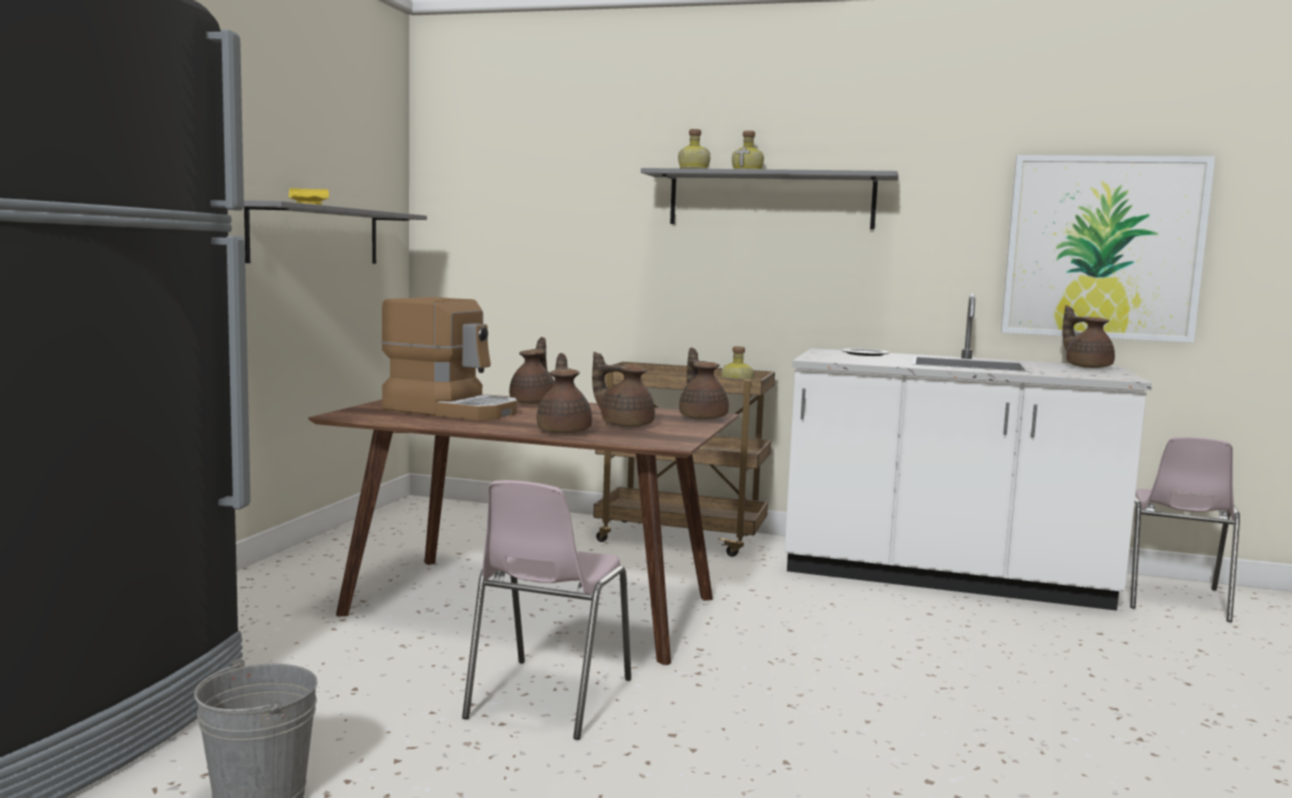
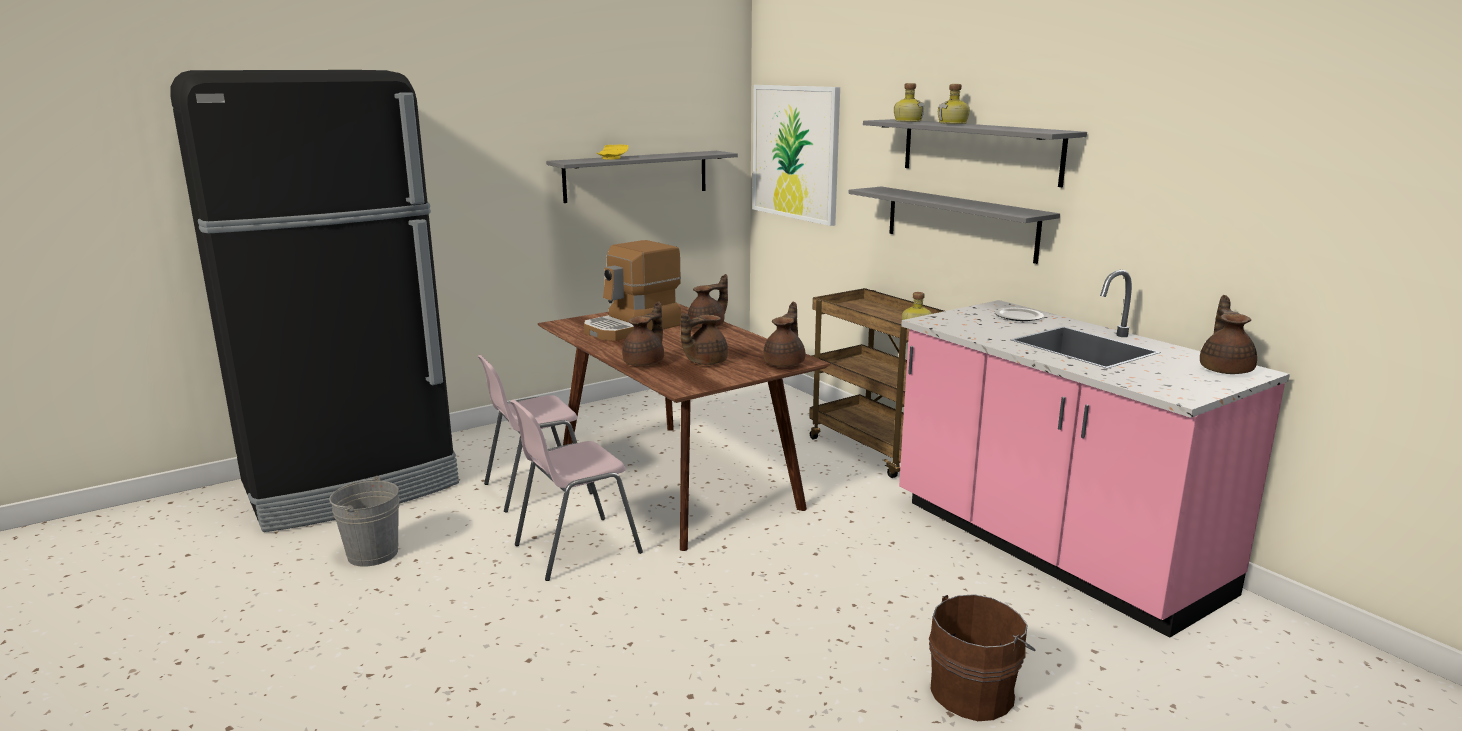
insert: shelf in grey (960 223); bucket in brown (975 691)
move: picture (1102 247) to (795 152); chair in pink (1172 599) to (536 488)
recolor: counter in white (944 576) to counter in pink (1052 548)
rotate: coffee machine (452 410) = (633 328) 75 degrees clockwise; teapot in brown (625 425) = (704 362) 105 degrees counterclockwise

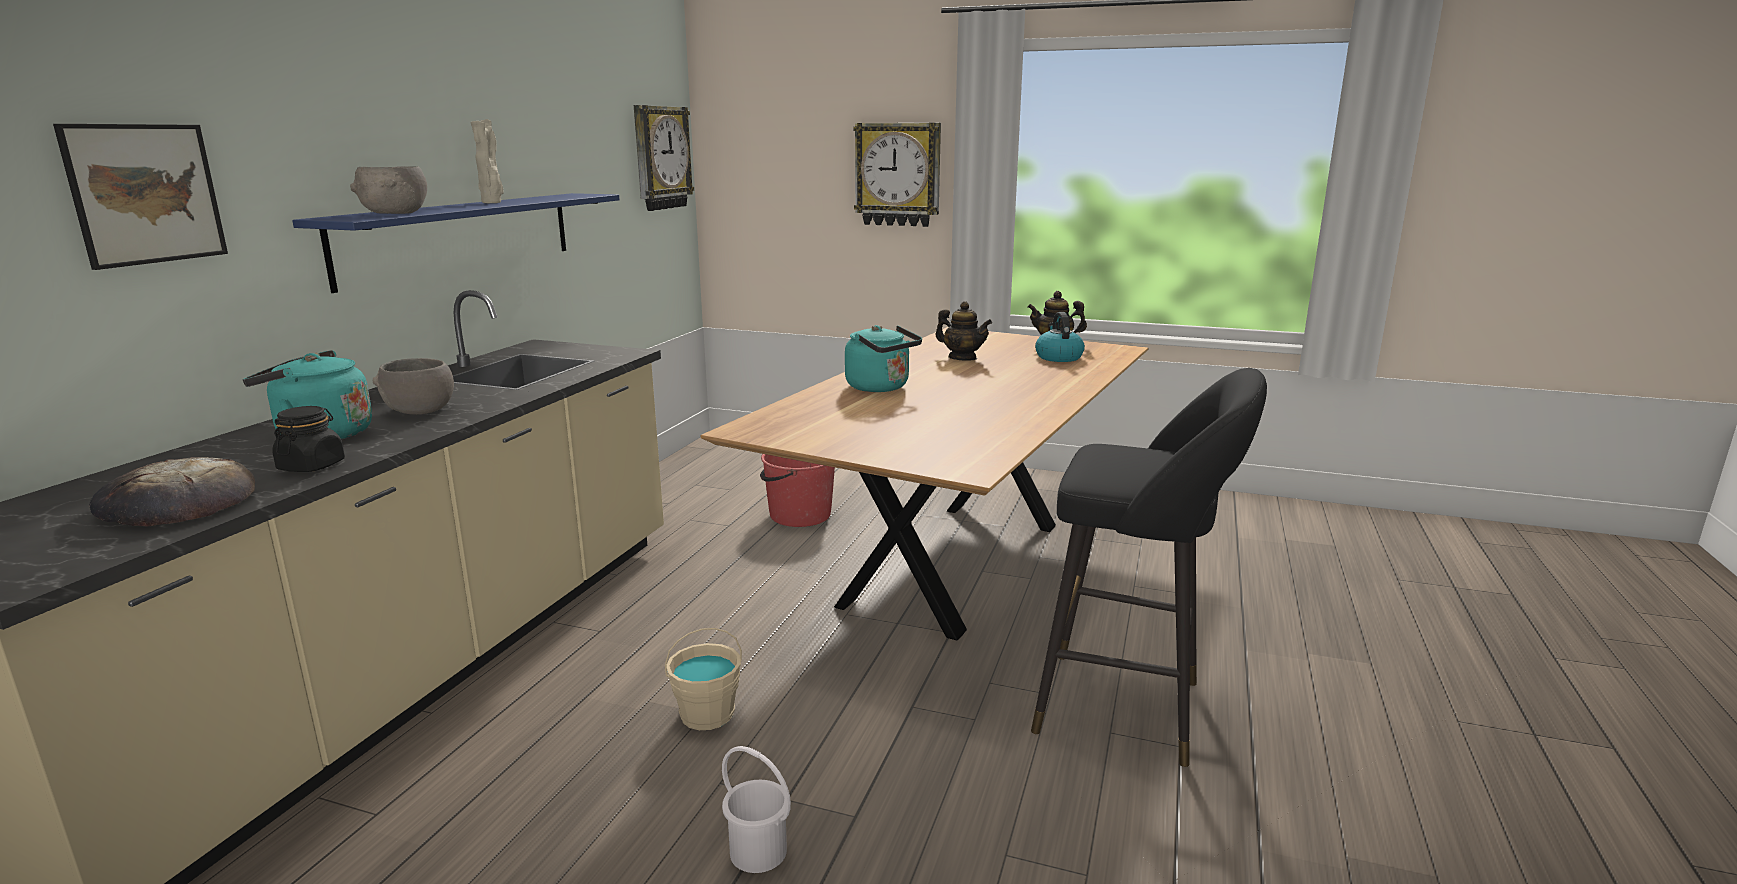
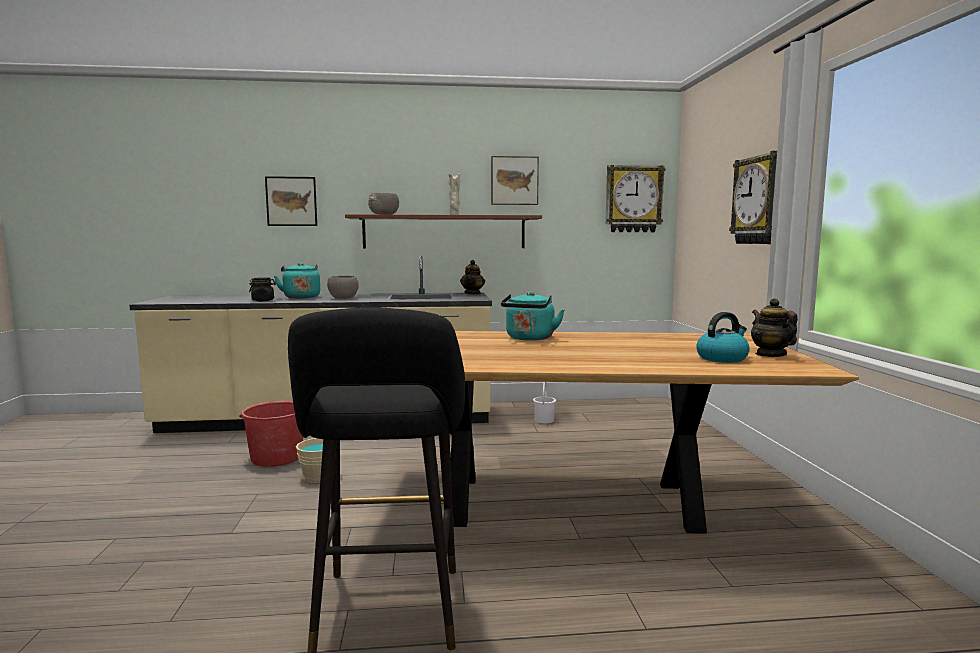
delete: bread (178 503)
insert: picture (514 181)
move: bucket in white (758 852) to (543 420); bucket in red (799 515) to (276 457); teapot (962 358) to (473 293)
recolor: shelf in blue (461 236) to shelf in brown (444 232)

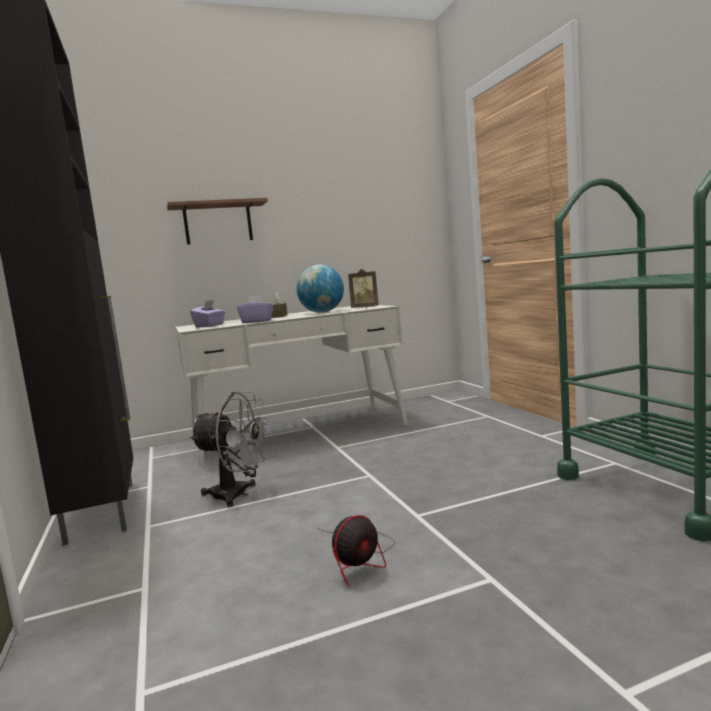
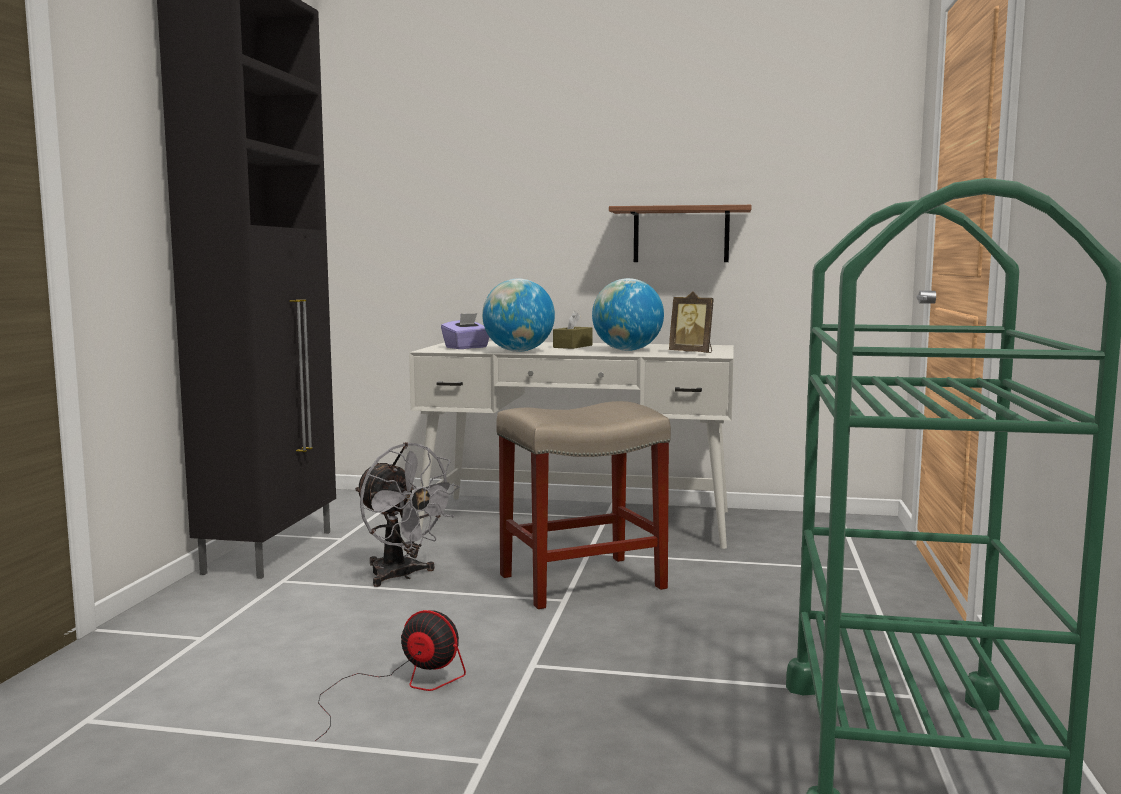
insert: stool in beige (580 582)
move: shelf (218 223) to (681 235)
replace: tissue box in purple (257 321) to globe (518 351)
rotate: fan (359 559) = (399 687) 150 degrees counterclockwise

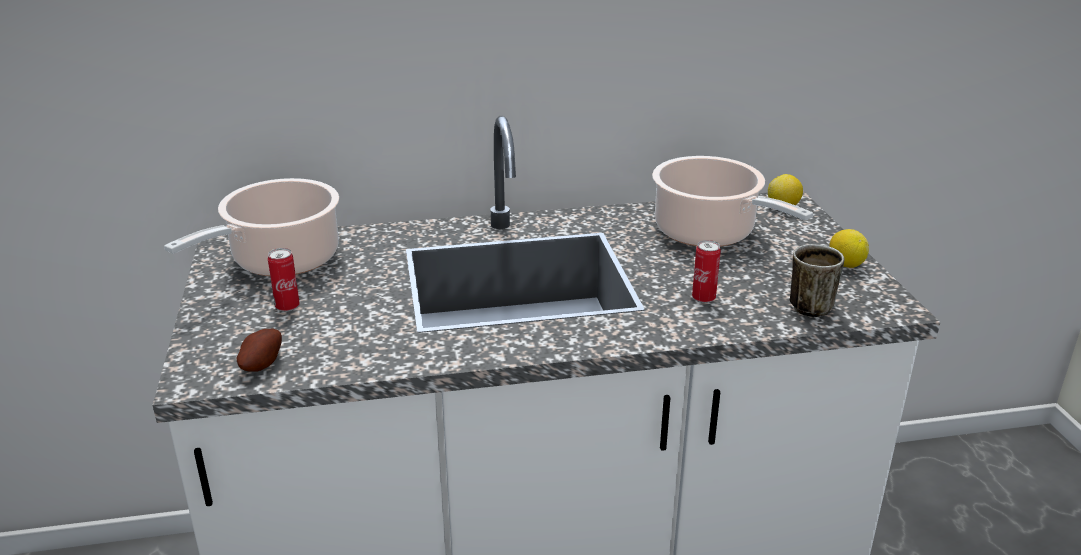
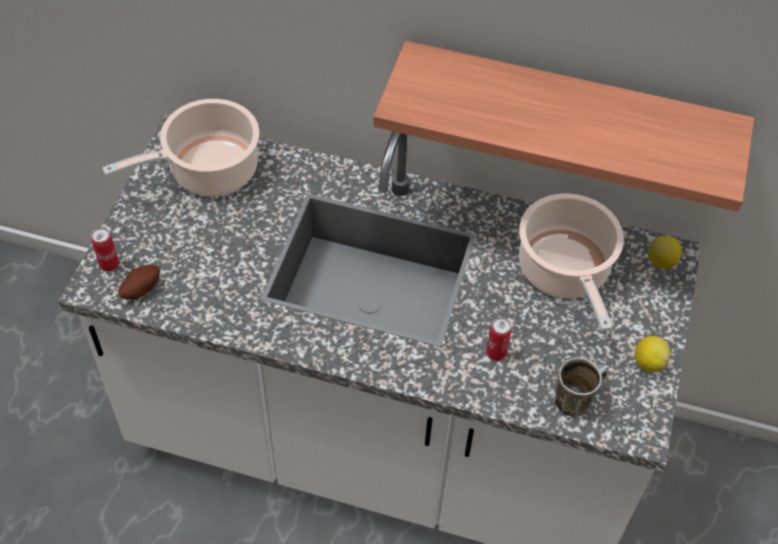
insert: shelf (567 114)
move: can (287 307) to (109 265)

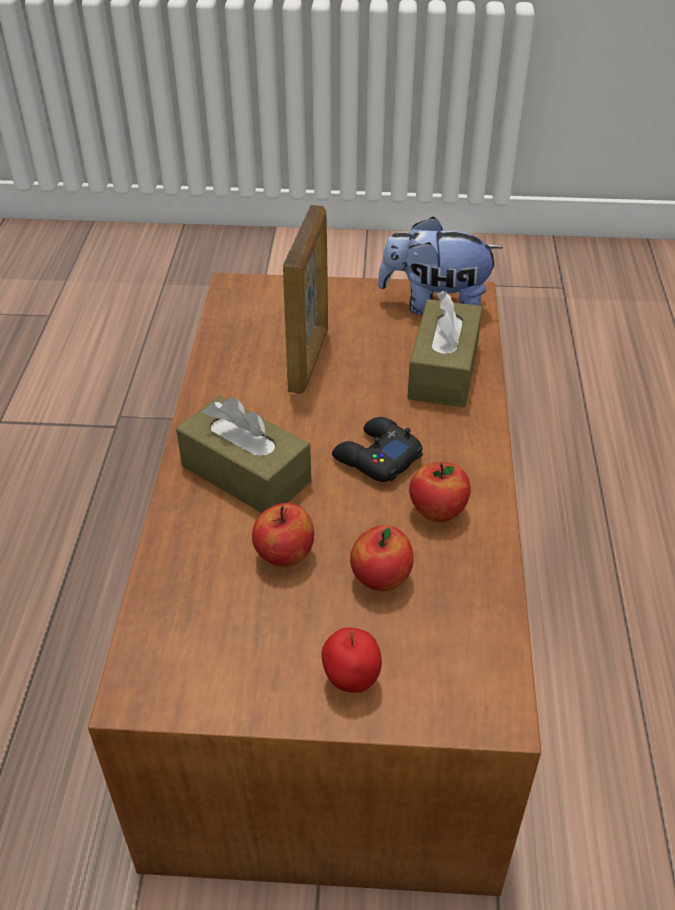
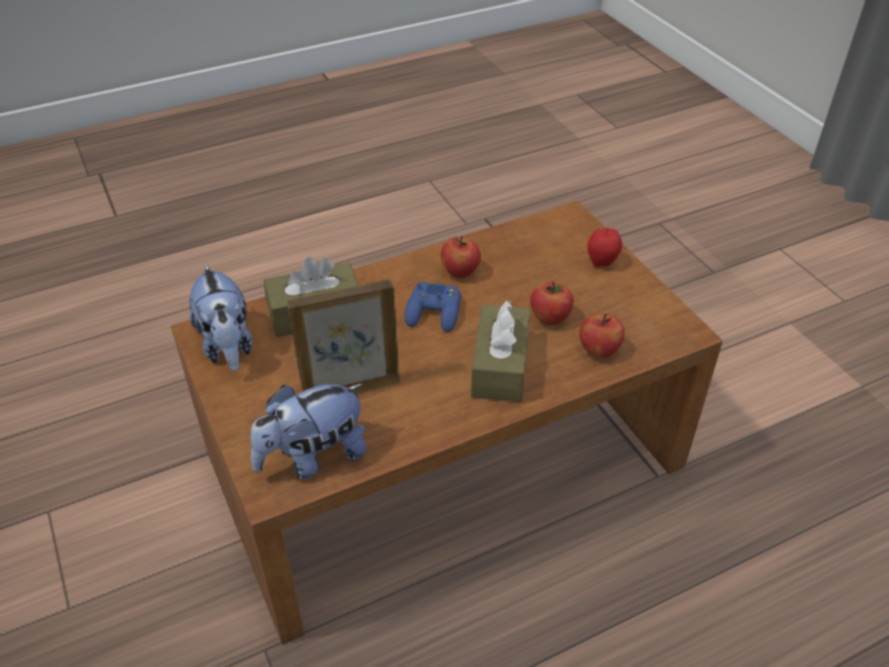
insert: plush toy (313 457)
move: apple (380 579) to (598 351)
recolor: game controller in black (376 457) to game controller in blue (434 313)

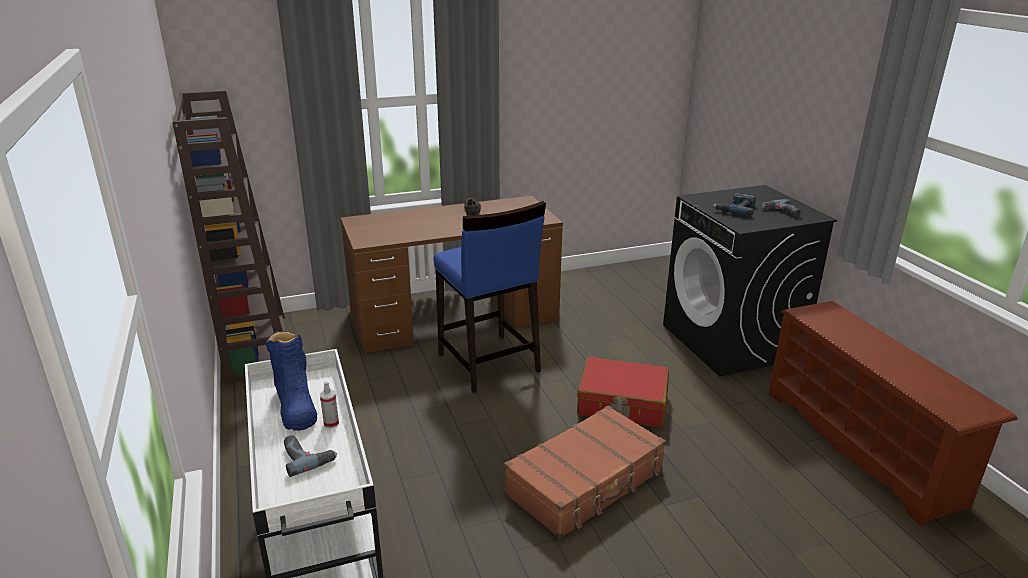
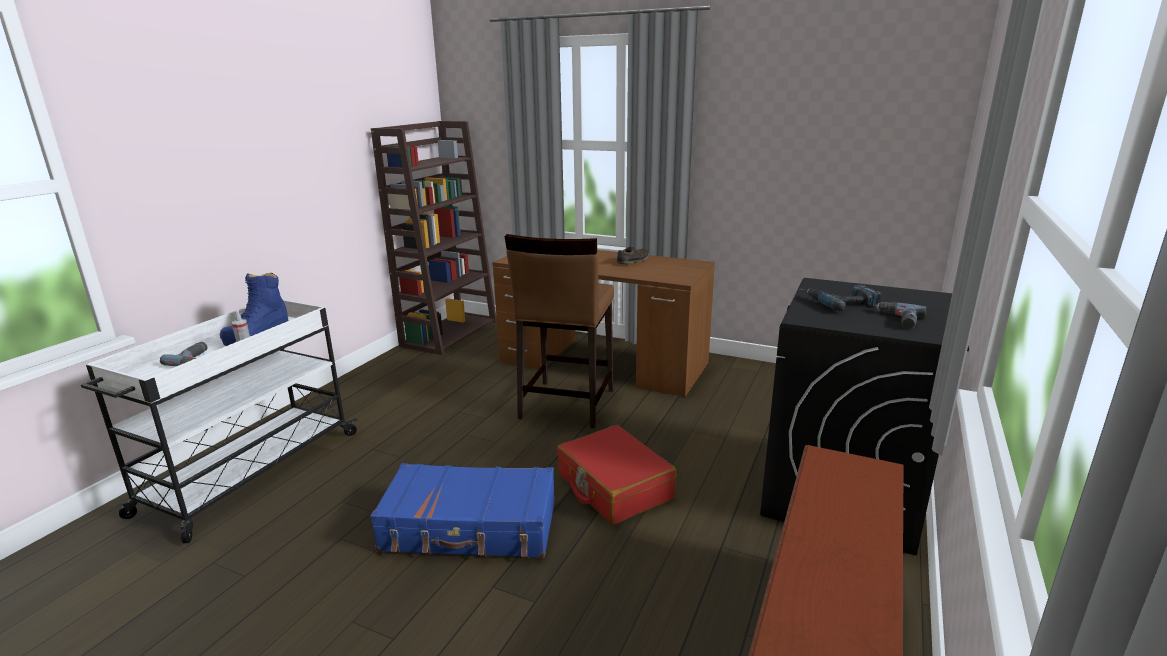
recolor: stool in blue (488 363) to stool in brown (566 404); suitcase in brown (586 482) to suitcase in blue (470 527)

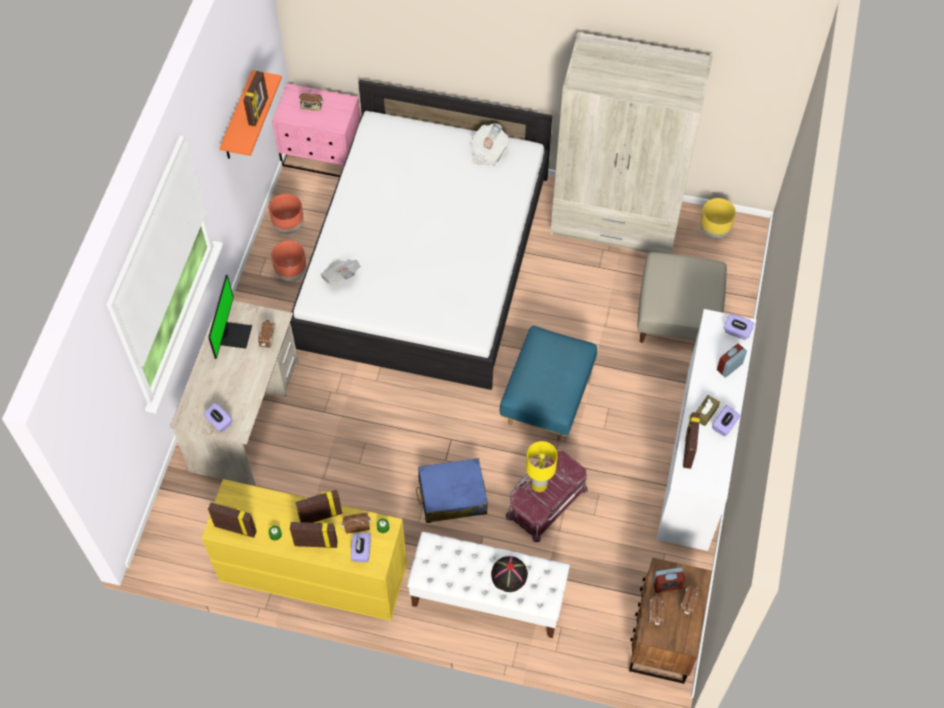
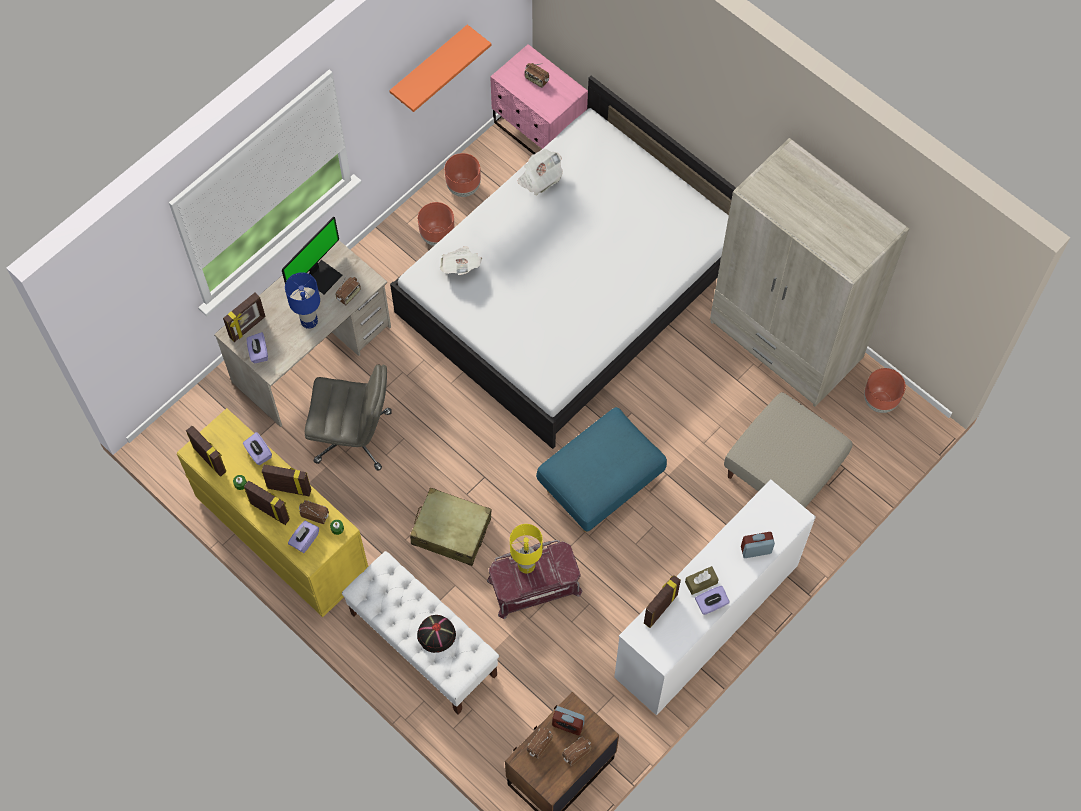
insert: table lamp in blue (308 321); office chair in grey (354 436)
move: picture frame (259 112) to (248 327); newspaper (487 152) to (540 178); tissue box in purple (737 332) to (258 453)
recolor: suitcase in blue (452 496) to suitcase in beige (451 531); planter in yellow (714 230) to planter in brown (880 401)

